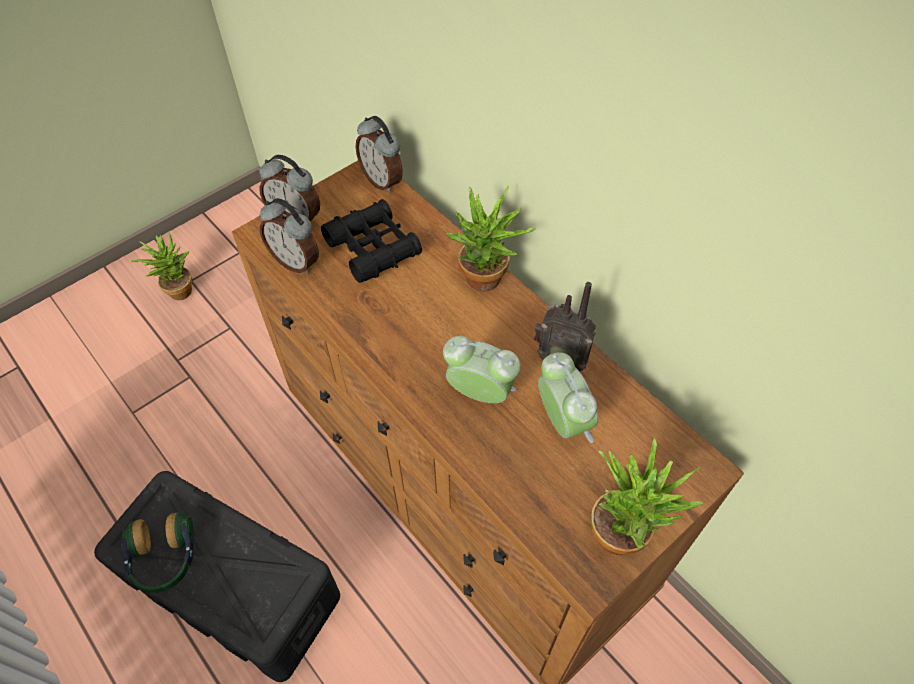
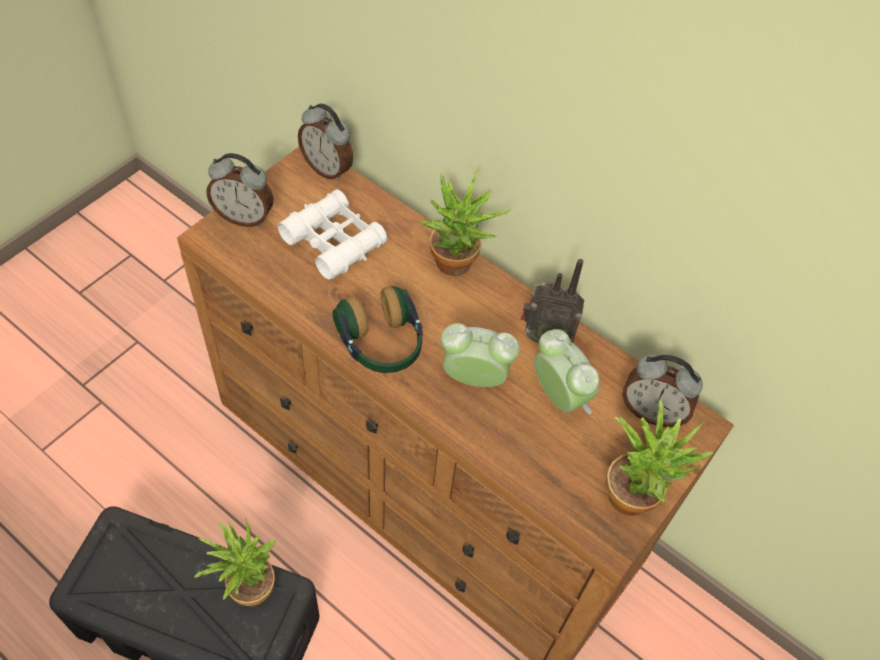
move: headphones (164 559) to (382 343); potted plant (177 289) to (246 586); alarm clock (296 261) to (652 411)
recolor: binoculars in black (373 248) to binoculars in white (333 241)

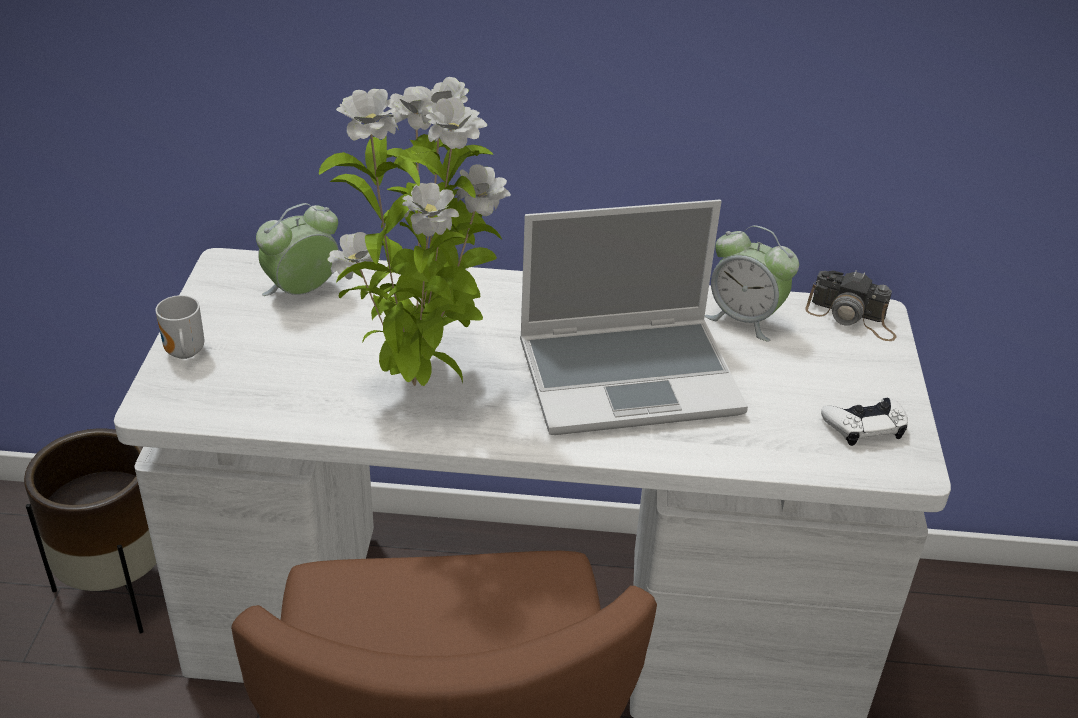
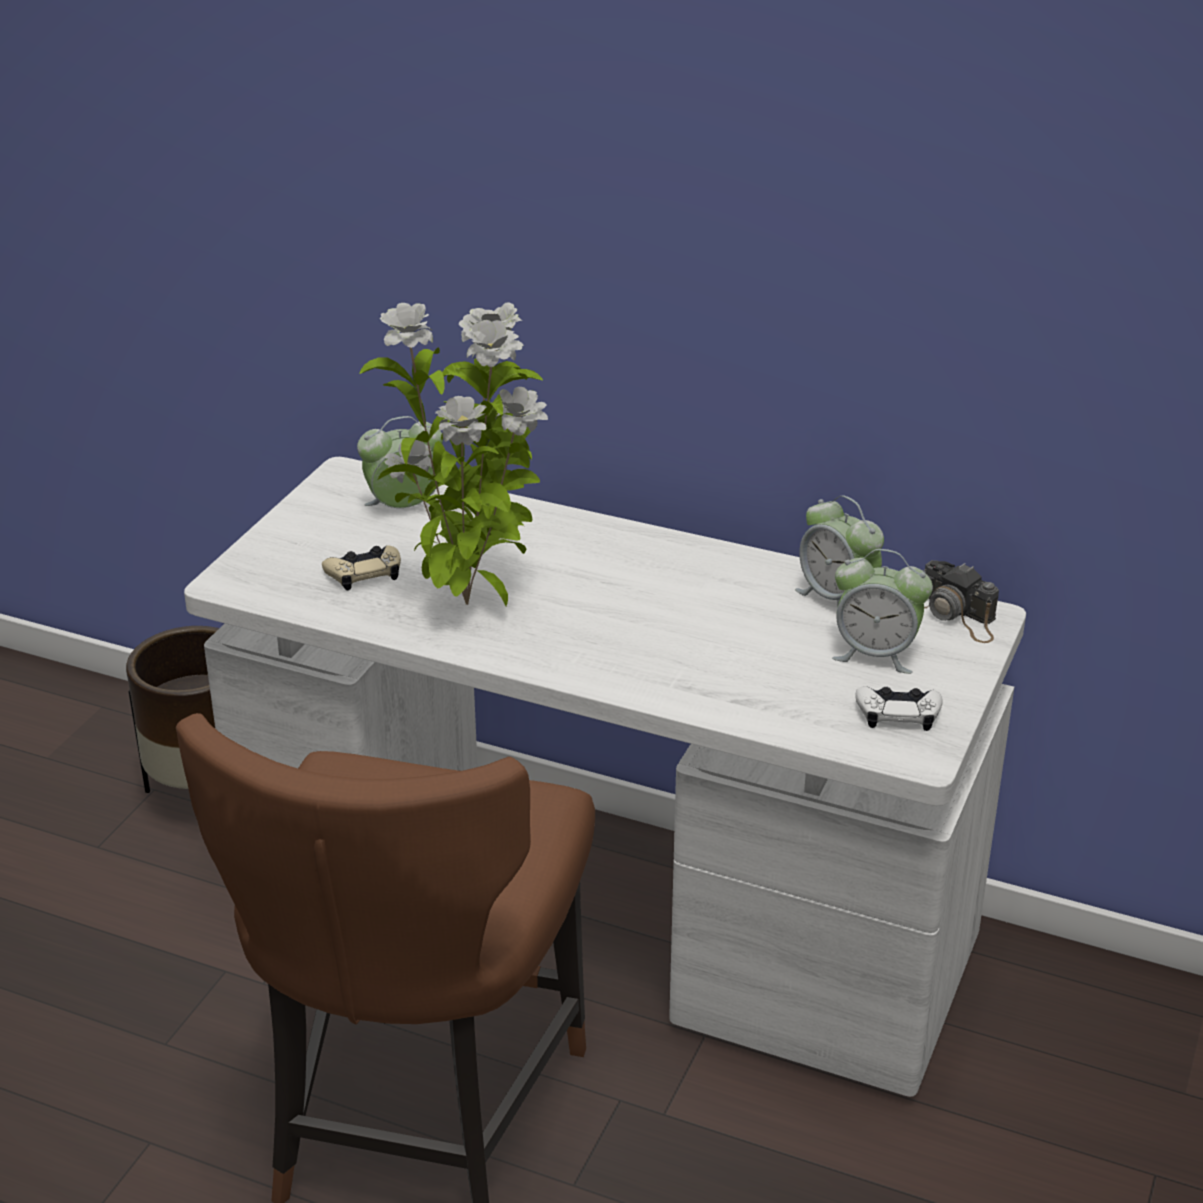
delete: mug (183 354); laptop (631 376)
insert: game controller in beige (364 573); alarm clock (876 654)

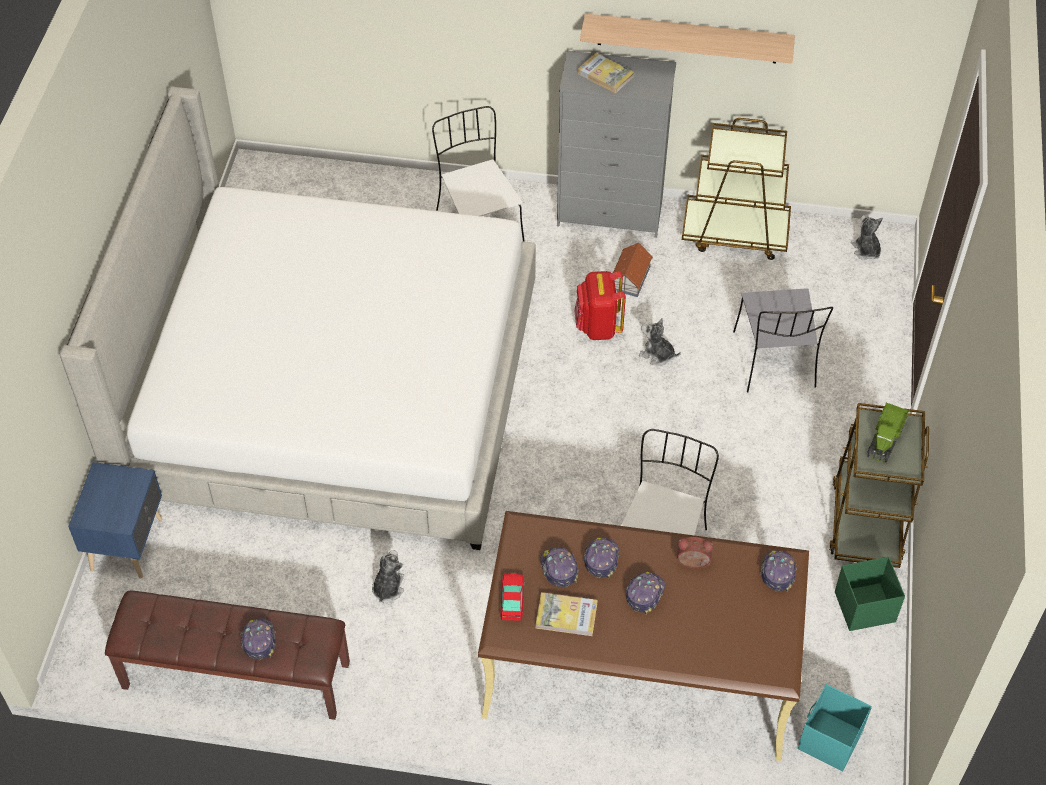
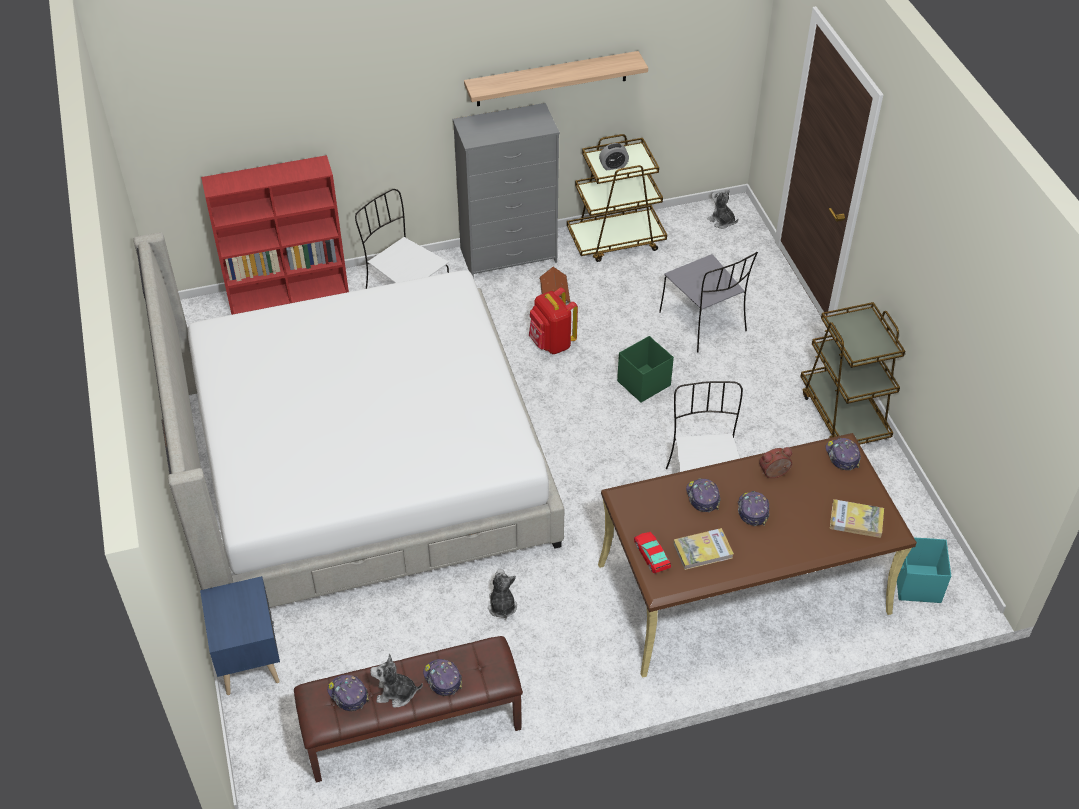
delete: toy truck (885 439)
insert: bookcase in red (289 293); alarm clock (613 166)
move: cap (558 568) to (348 695); book (605 75) to (856 520); plush toy (657 355) to (396 693); storage box in green (863 607) to (643 383)

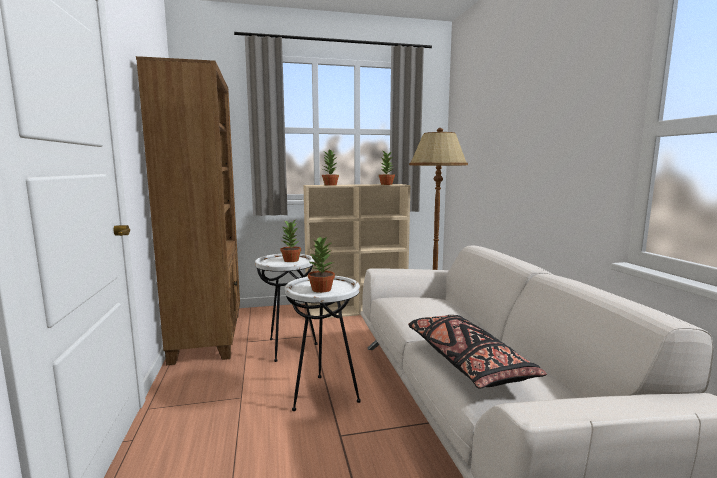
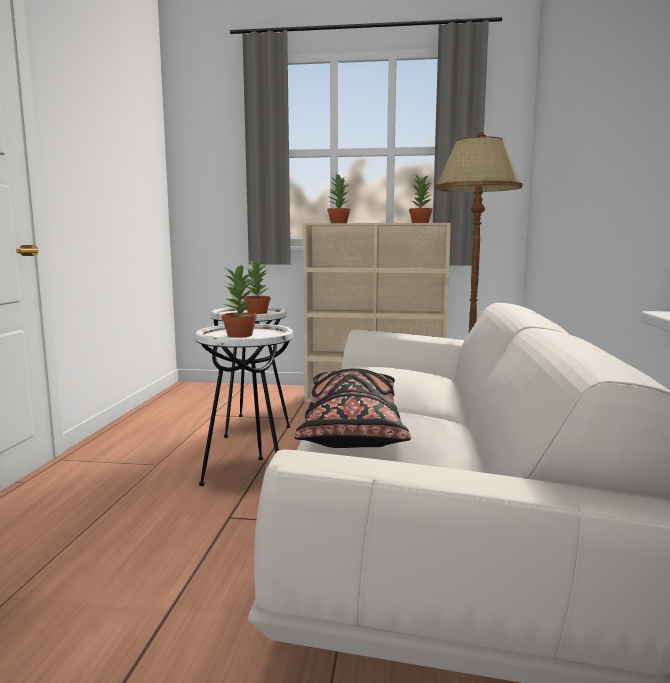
delete: bookcase in brown (208 336)

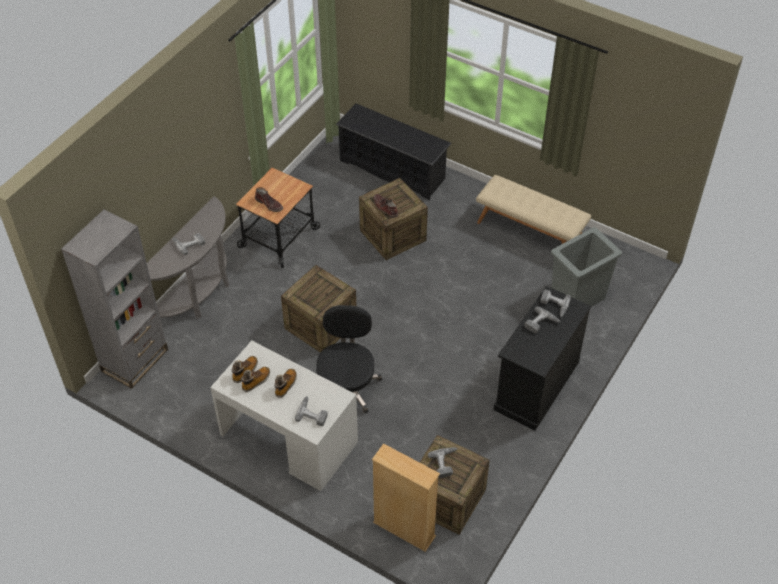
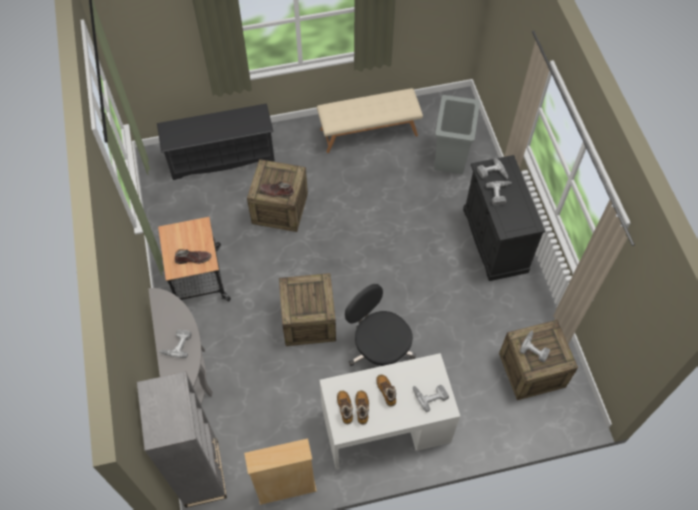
move: bookcase in beige (404 529) to (286 489)

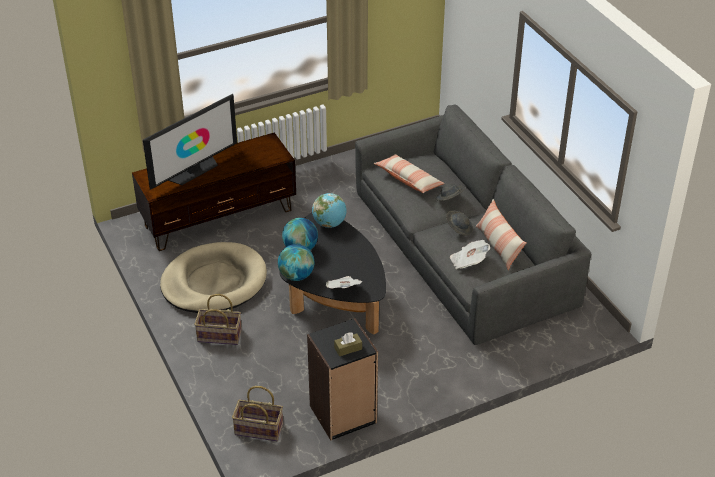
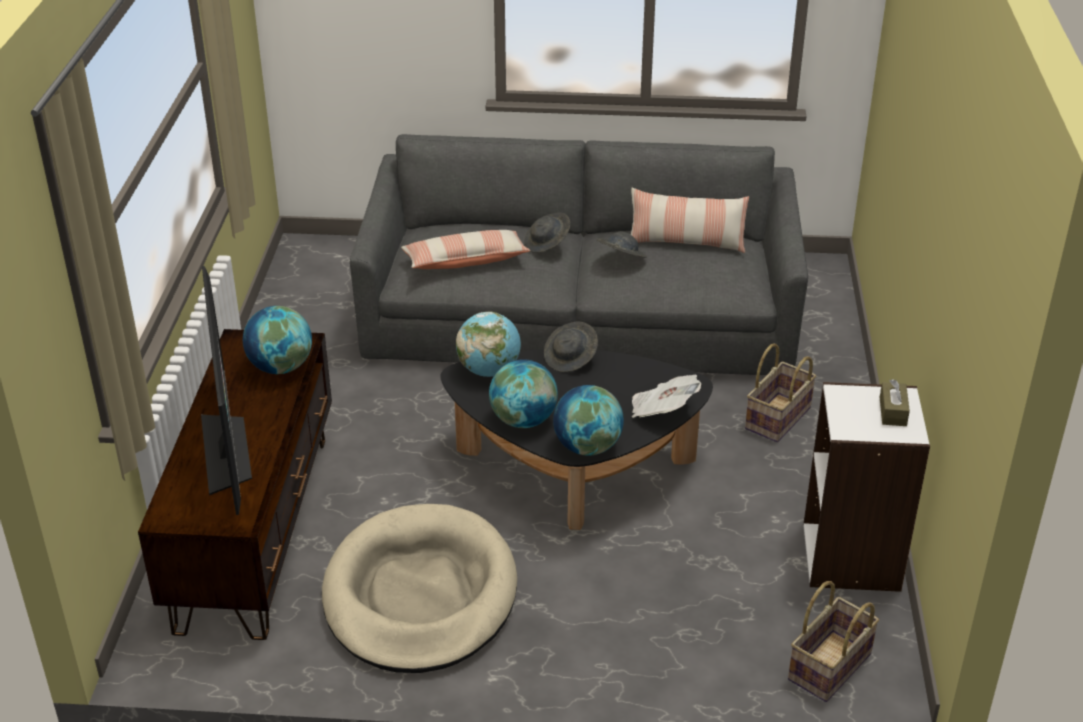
delete: newspaper (468 262)
insert: globe (281 367); hat in grey (571 358)
move: basket (219 336) to (778 419)
recolor: bookcase in black (343 415) to bookcase in white (852 557)

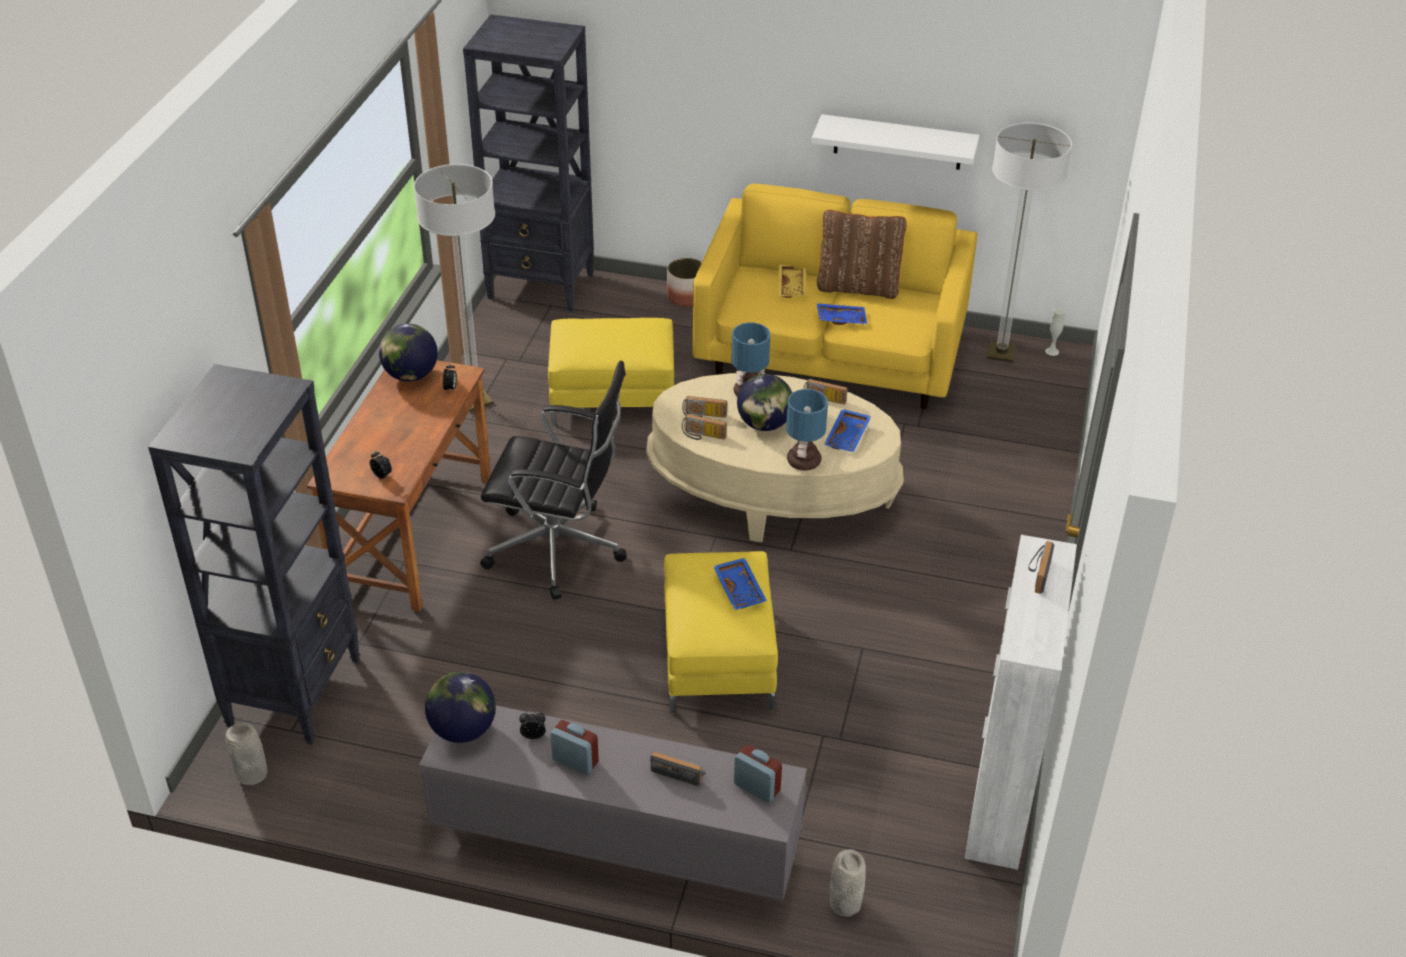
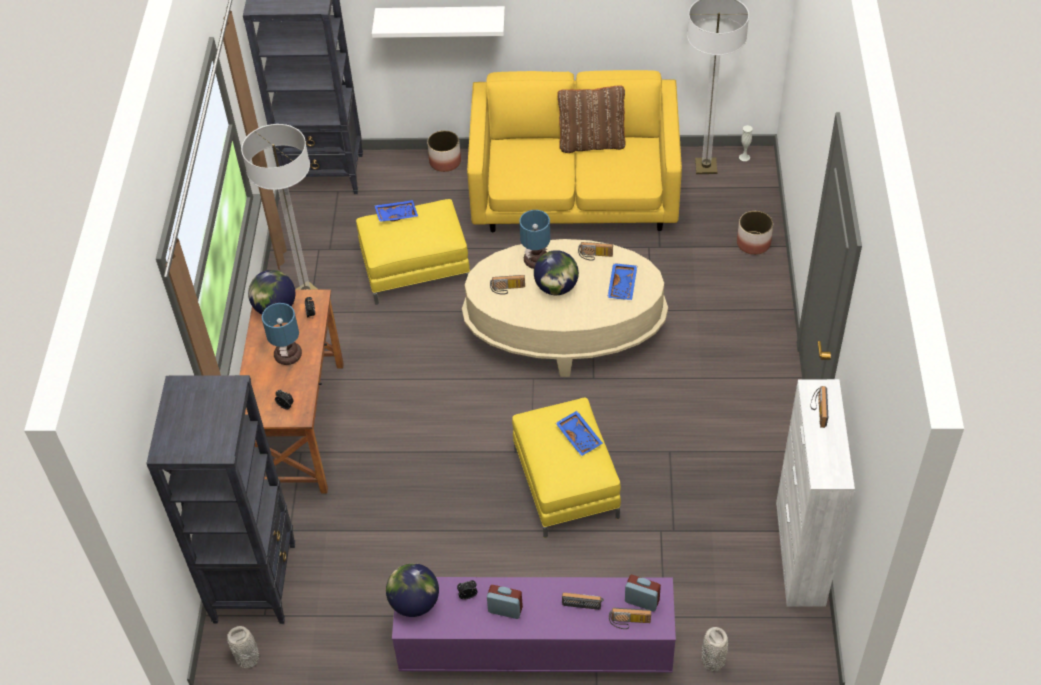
delete: office chair in black (559 550); tray in yellow (793 286)
insert: planter (753 243)
move: radio (703 436) to (629 623); table lamp (804 462) to (288 356); shelf in white (898 142) to (441 20); tray in blue (841 319) to (396 214)
recolor: tv stand in grey (614 840) to tv stand in purple (534 649)

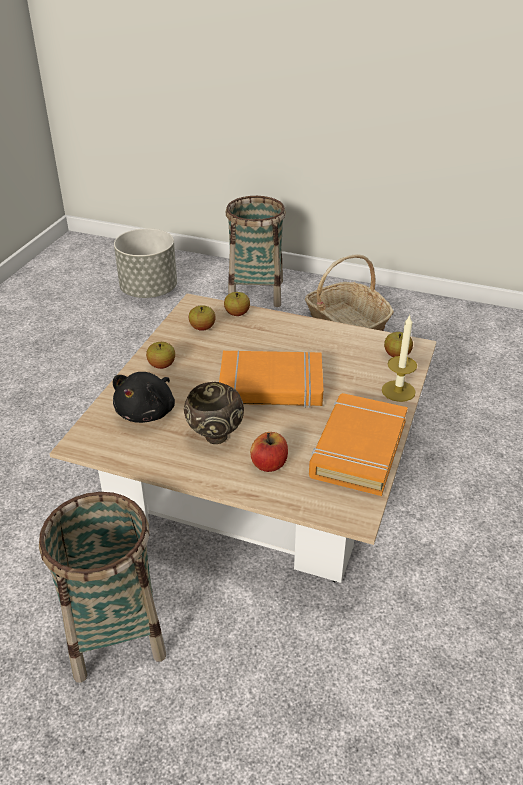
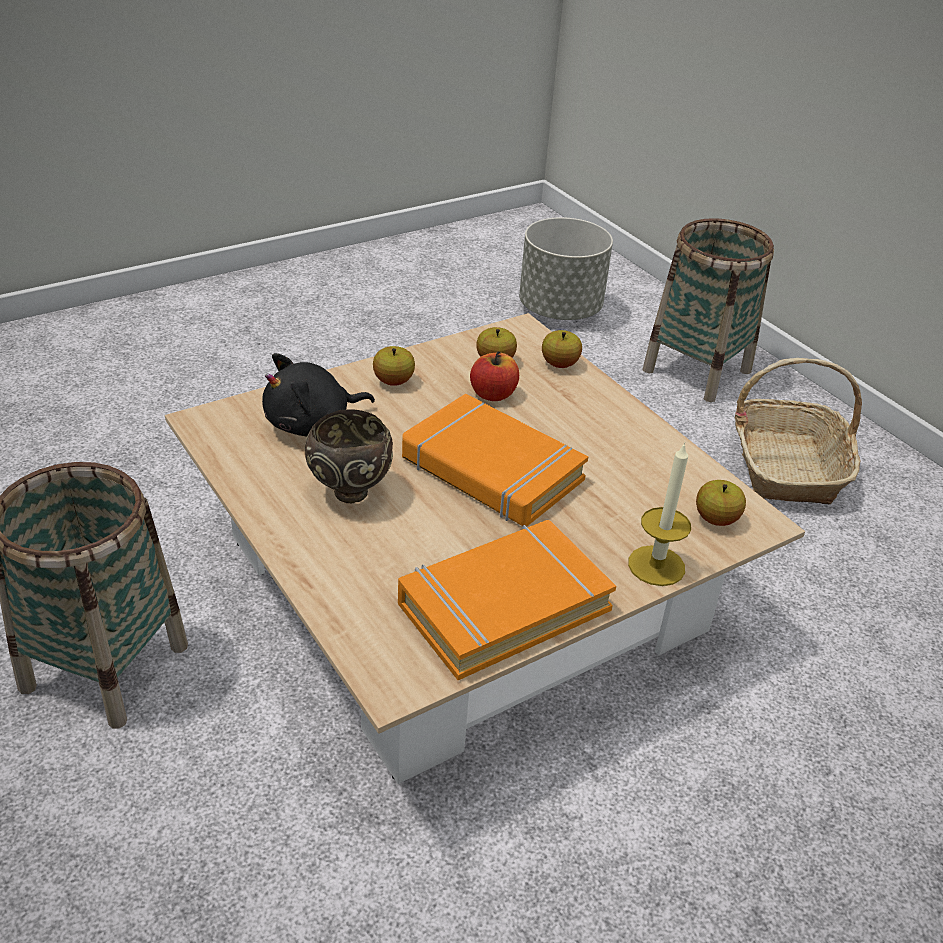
move: apple (269 464) to (493 394)

